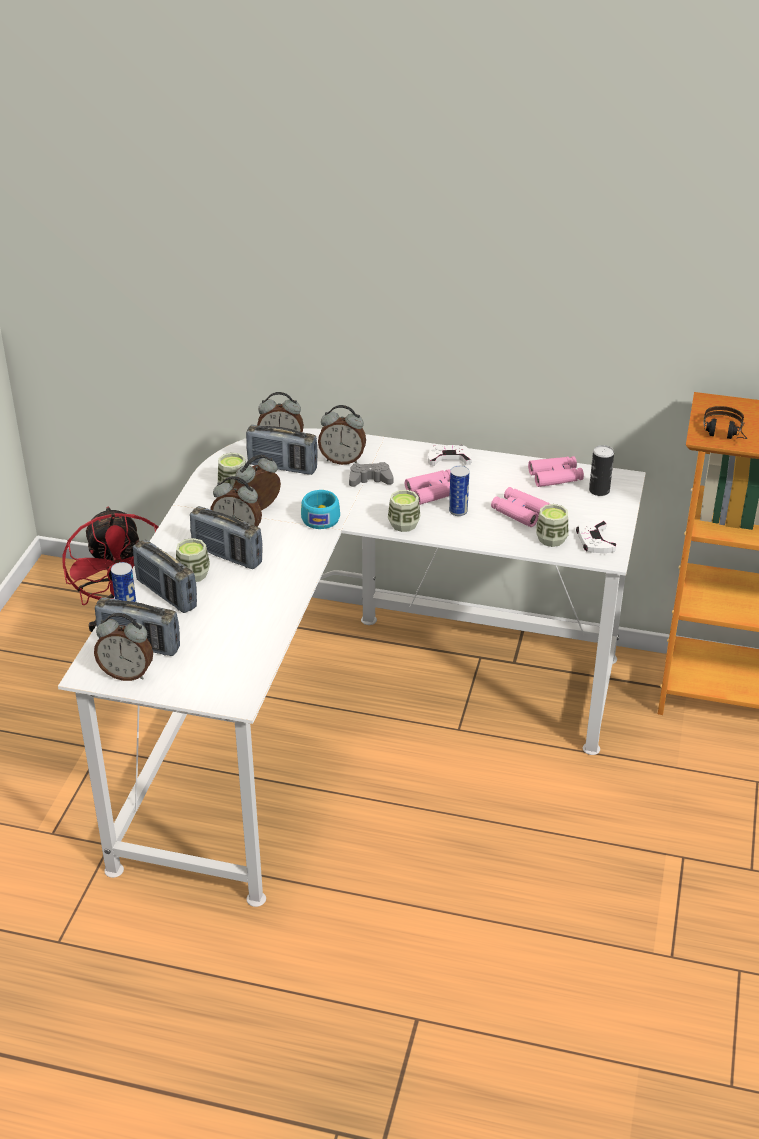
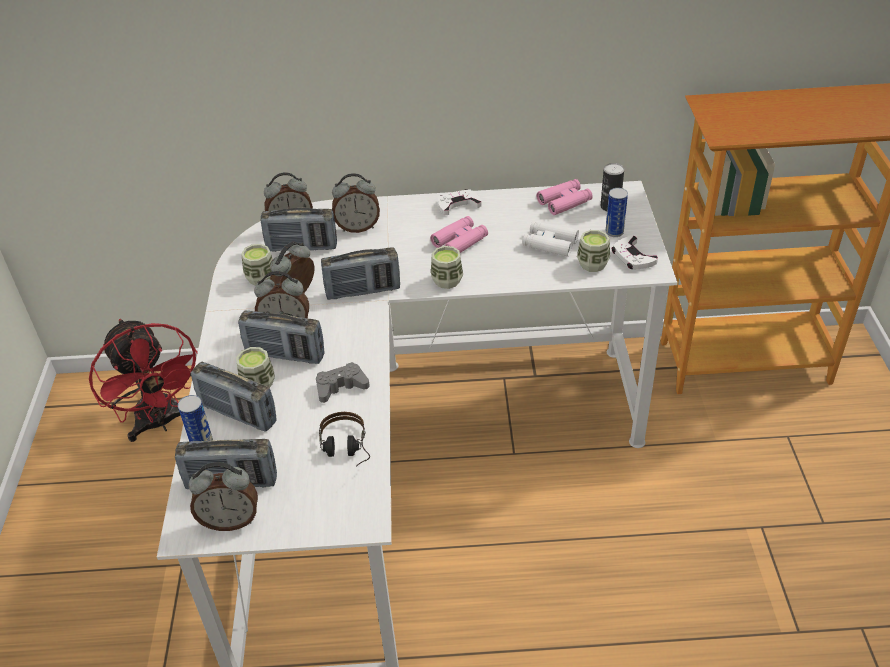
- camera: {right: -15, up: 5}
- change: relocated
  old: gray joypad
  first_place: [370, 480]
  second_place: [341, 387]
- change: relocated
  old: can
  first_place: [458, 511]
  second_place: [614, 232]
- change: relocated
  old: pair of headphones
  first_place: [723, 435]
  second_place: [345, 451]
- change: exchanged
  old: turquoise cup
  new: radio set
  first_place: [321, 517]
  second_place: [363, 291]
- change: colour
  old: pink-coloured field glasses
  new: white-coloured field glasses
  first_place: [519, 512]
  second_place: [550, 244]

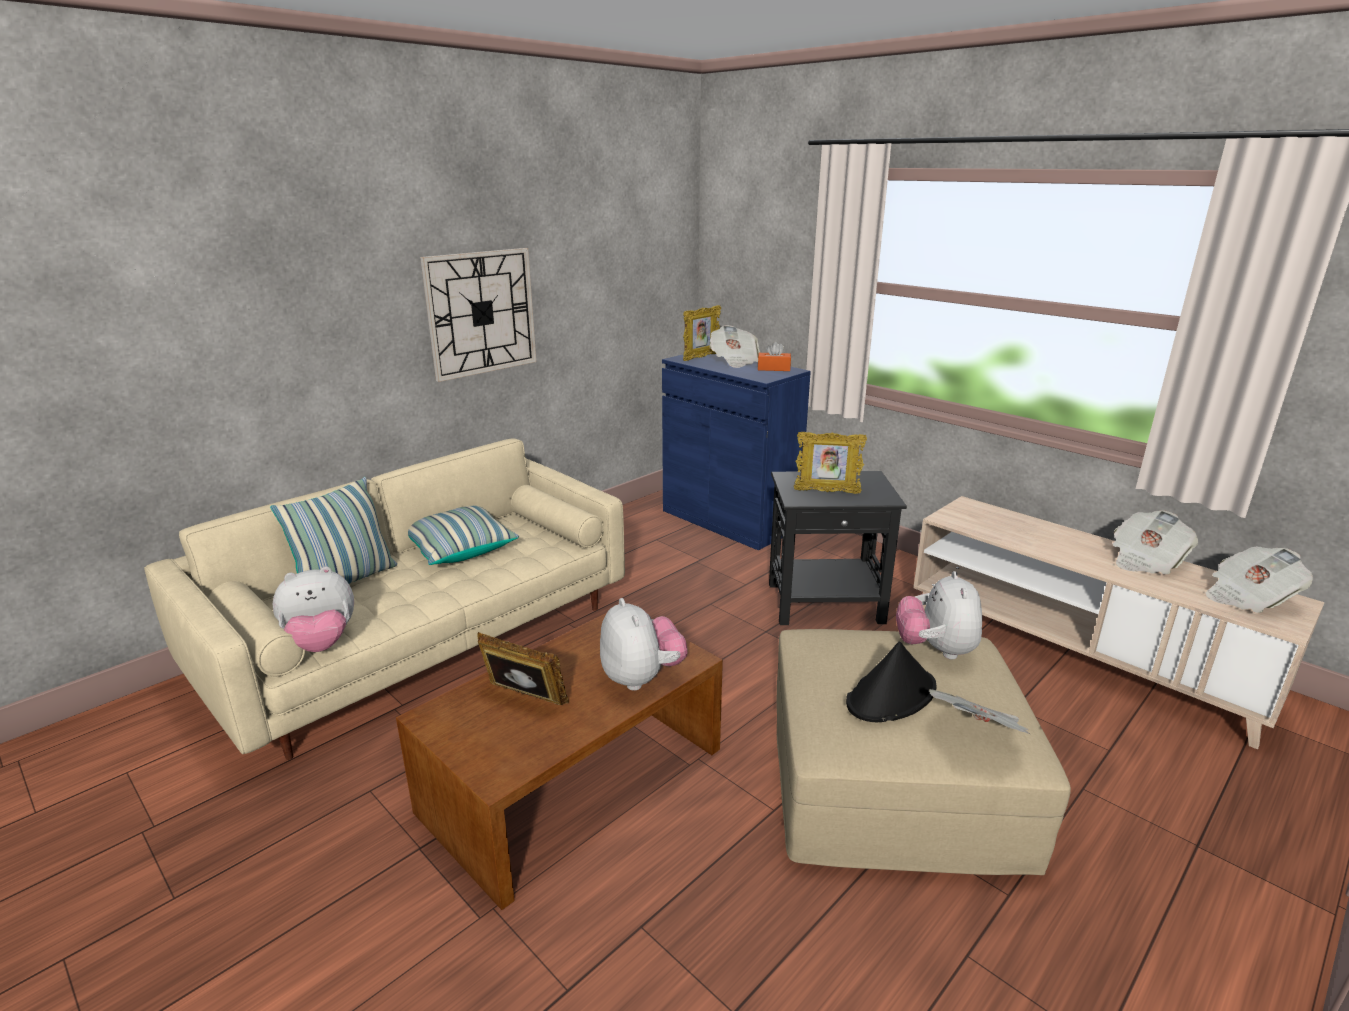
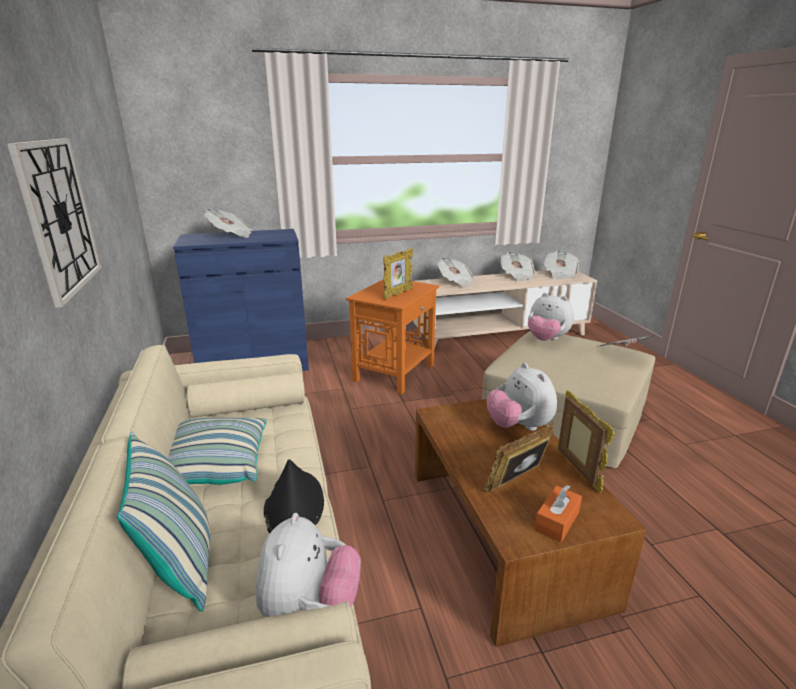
- camera: {right: -60, up: 0}
- change: appeared
  new: newspaper
  second_place: [455, 282]
- change: relocated
  old: picture frame
  first_place: [701, 357]
  second_place: [576, 470]
- change: relocated
  old: orange box of tissues
  first_place: [773, 368]
  second_place: [557, 521]
- change: relocated
  old: black-coloured clothing hat
  first_place: [891, 695]
  second_place: [294, 506]
- change: colour
  old: black-coloured side table
  new: orange side table
  first_place: [826, 603]
  second_place: [395, 372]
- change: spun
  old: plush toy
  first_place: [642, 678]
  second_place: [519, 426]
  degrees: -120

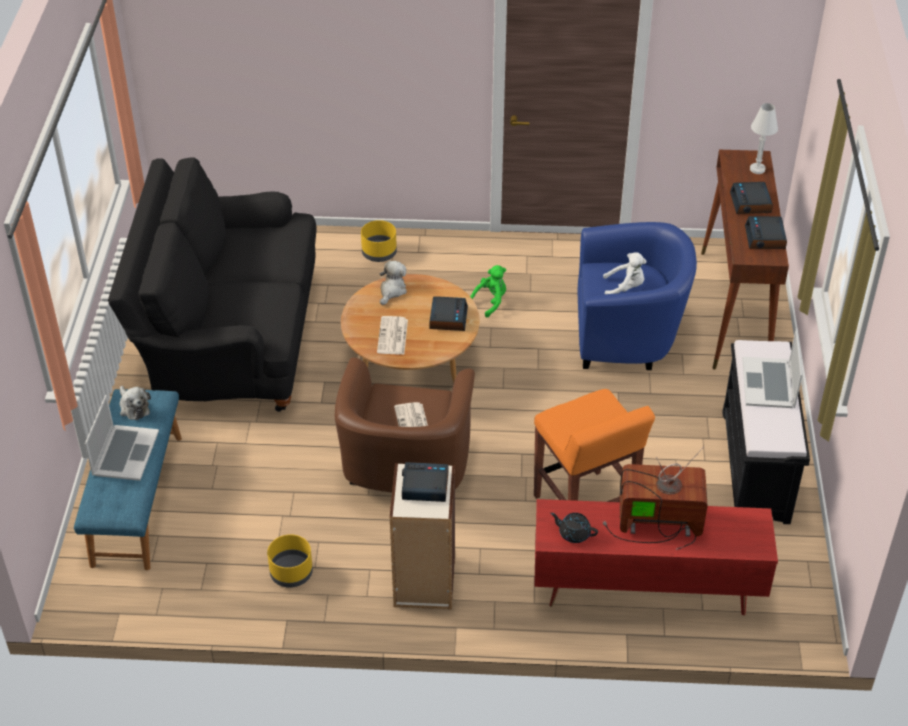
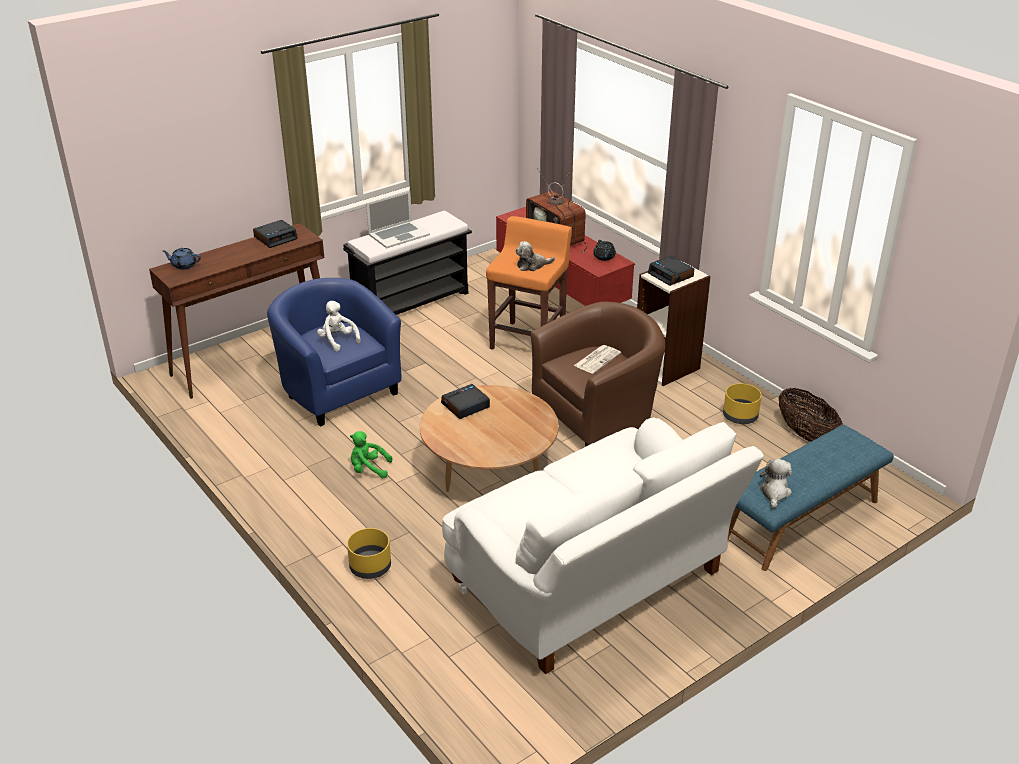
- camera: {right: -130, up: -10}
- change: missing
  old: notebook computer
  first_place: [125, 453]
- change: missing
  old: newspaper
  first_place: [393, 336]
- change: missing
  old: table clock
  first_place: [751, 203]
- change: appeared
  new: basket
  second_place: [806, 435]
- change: relocated
  old: plush toy
  first_place: [392, 290]
  second_place: [532, 265]
- change: exchanged
  old: white-coloured table lamp
  new: bluish teapot
  first_place: [757, 169]
  second_place: [183, 265]
- change: colour
  old: black-coloured sofa
  new: white-coloured sofa
  first_place: [230, 341]
  second_place: [593, 585]

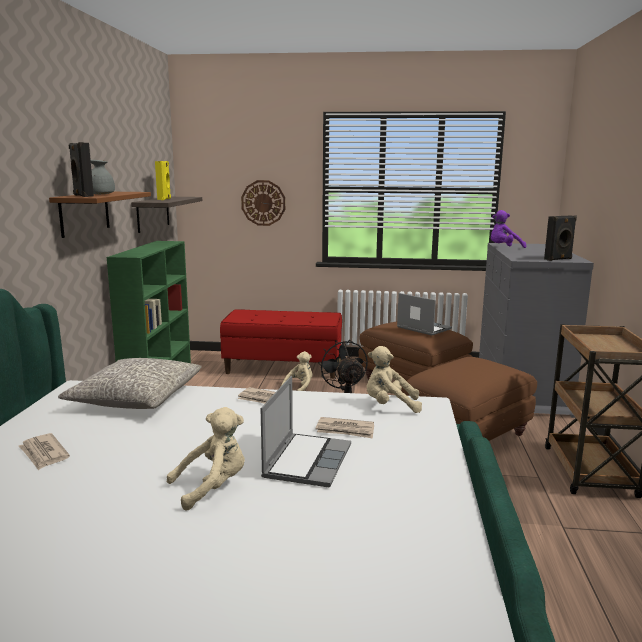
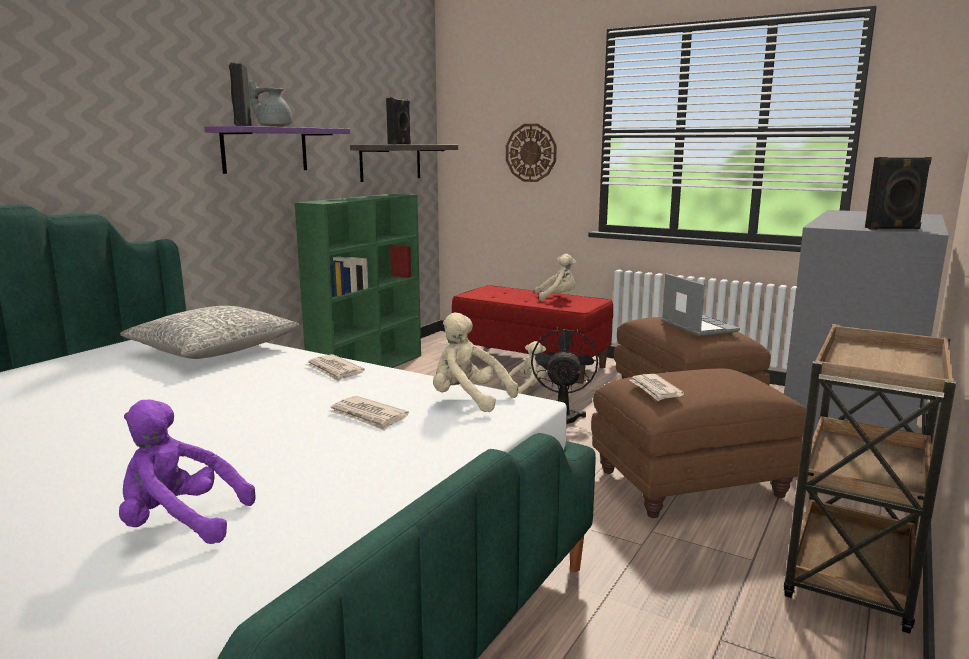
- camera: {right: 25, up: 0}
- change: missing
  old: notebook computer
  first_place: [307, 461]
- change: relocated
  old: newspaper
  first_place: [43, 454]
  second_place: [655, 389]
- change: relocated
  old: beige plush toy
  first_place: [213, 487]
  second_place: [557, 297]
- change: relocated
  old: purple plush toy
  first_place: [504, 248]
  second_place: [180, 523]
- change: colour
  old: brown-coloured shelf
  new: purple shelf
  first_place: [85, 213]
  second_place: [265, 150]
- change: colour
  old: yellow loudspeaker
  new: black-coloured loudspeaker
  first_place: [164, 199]
  second_place: [400, 144]

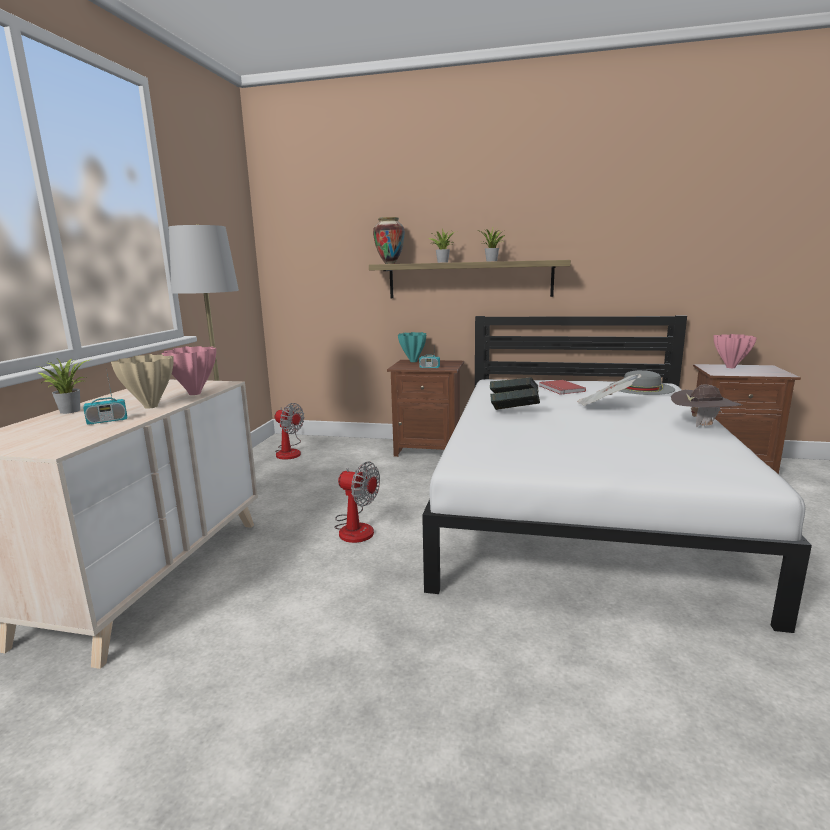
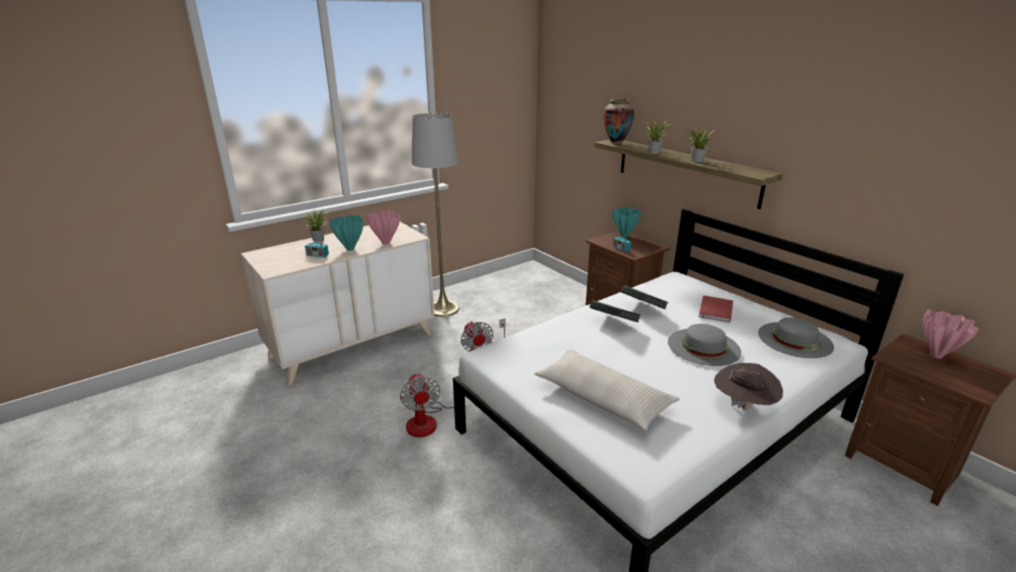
- camera: {right: 40, up: 10}
- change: appeared
  new: beige pillow
  second_place: [603, 398]
- change: relocated
  old: cooling fan
  first_place: [289, 452]
  second_place: [429, 420]
- change: exchanged
  old: newspaper
  new: gray clothing hat
  first_place: [605, 405]
  second_place: [703, 346]
- change: colour
  old: beige decorative vase
  new: turquoise decorative vase
  first_place: [150, 407]
  second_place: [350, 249]

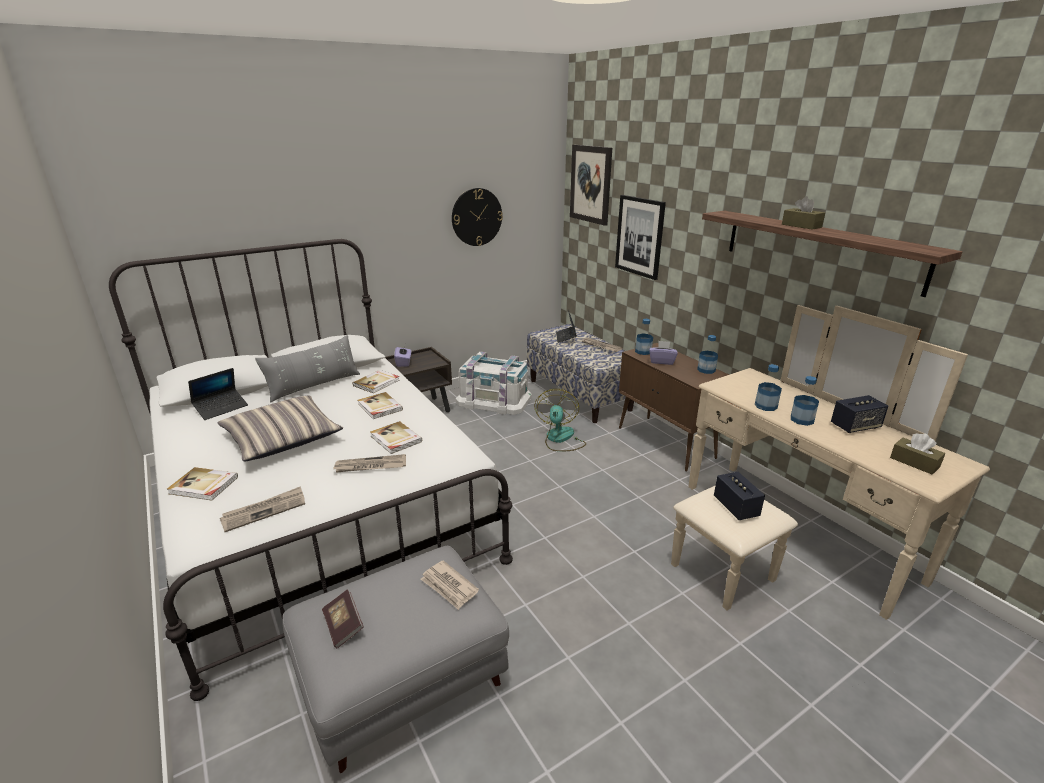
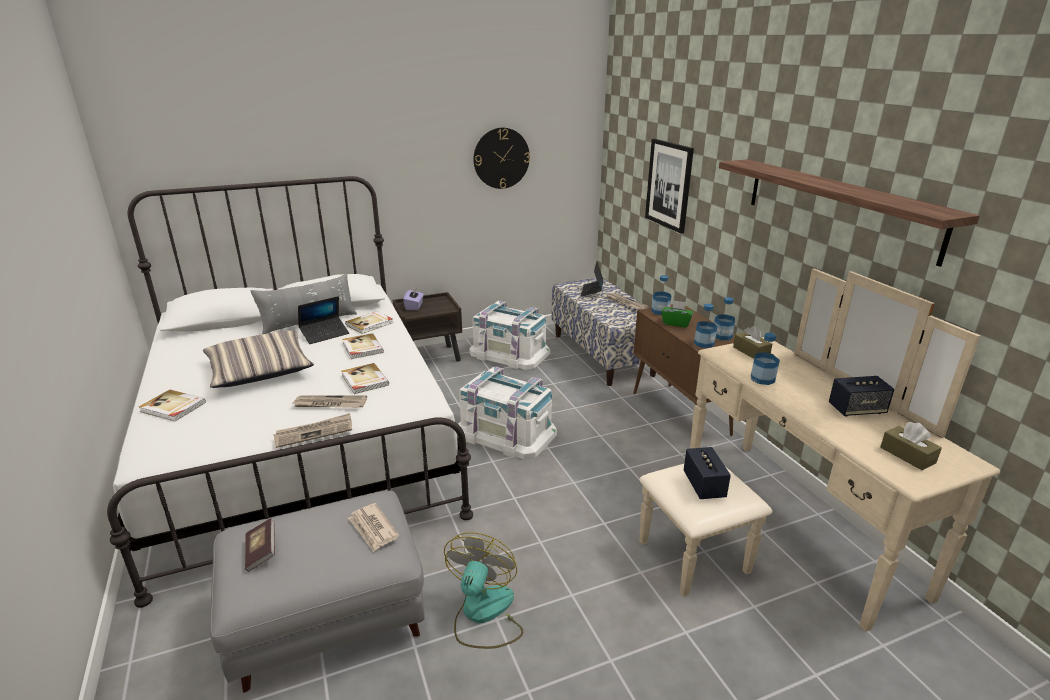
- camera: {right: 10, up: 0}
- change: missing
  old: wall art
  first_place: [591, 184]
- change: appeared
  new: white-coloured storage bin
  second_place: [506, 432]
- change: relocated
  old: notebook computer
  first_place: [221, 408]
  second_place: [325, 334]
- change: relocated
  old: newspaper
  first_place: [264, 510]
  second_place: [314, 432]
- change: relocated
  old: cooling fan
  first_place: [560, 439]
  second_place: [483, 614]
- change: relocated
  old: brown-coloured box of tissues
  first_place: [801, 226]
  second_place: [751, 352]
- change: relocated
  old: drink bottle
  first_place: [802, 420]
  second_place: [704, 343]
- change: colour
  old: purple box of tissues
  new: green-coloured box of tissues
  first_place: [661, 361]
  second_place: [676, 323]

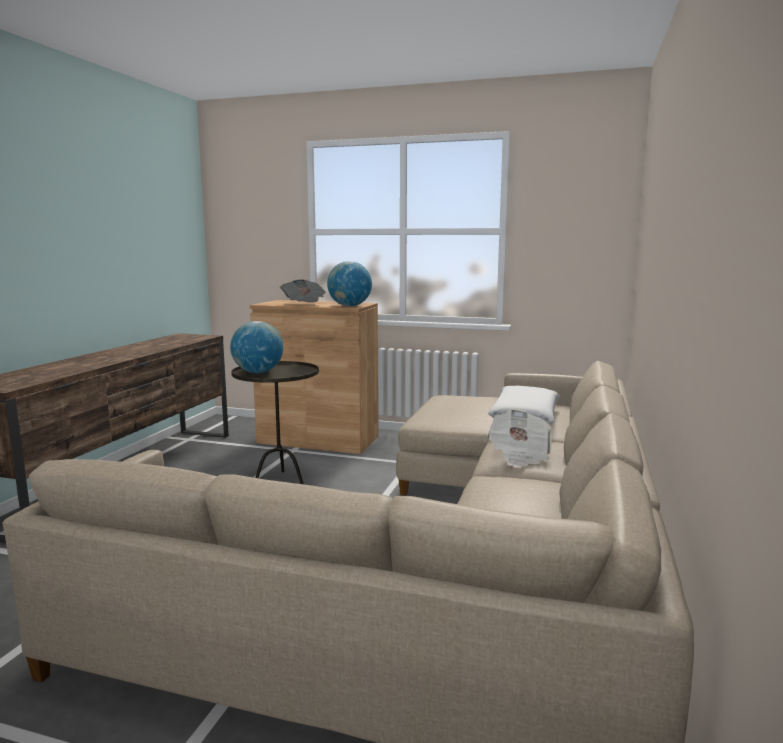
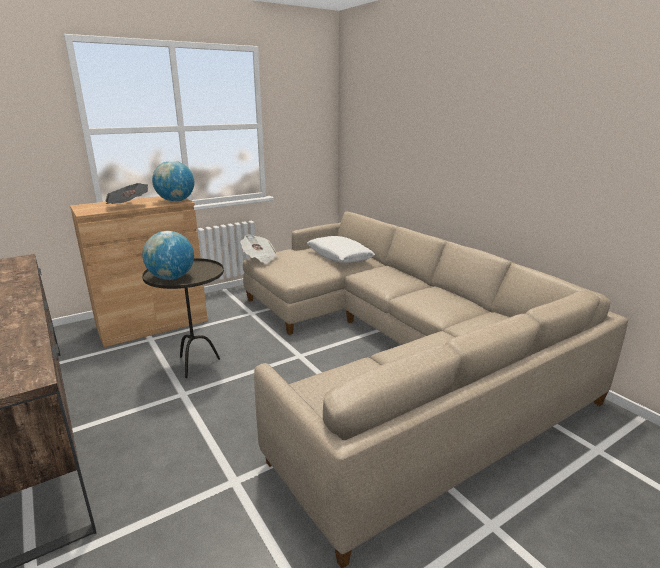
- camera: {right: -50, up: 10}
- change: relocated
  old: newspaper
  first_place: [519, 455]
  second_place: [259, 258]

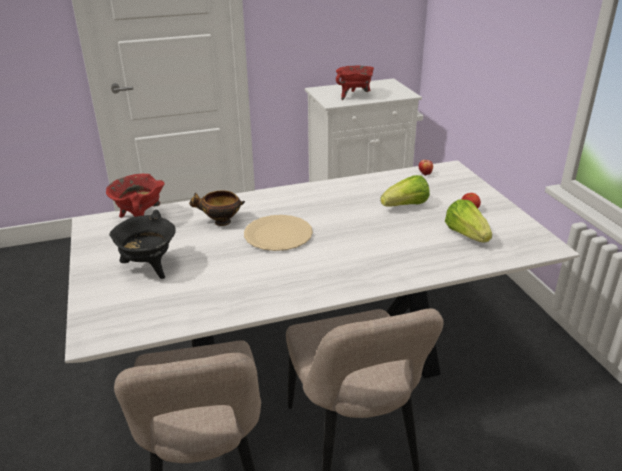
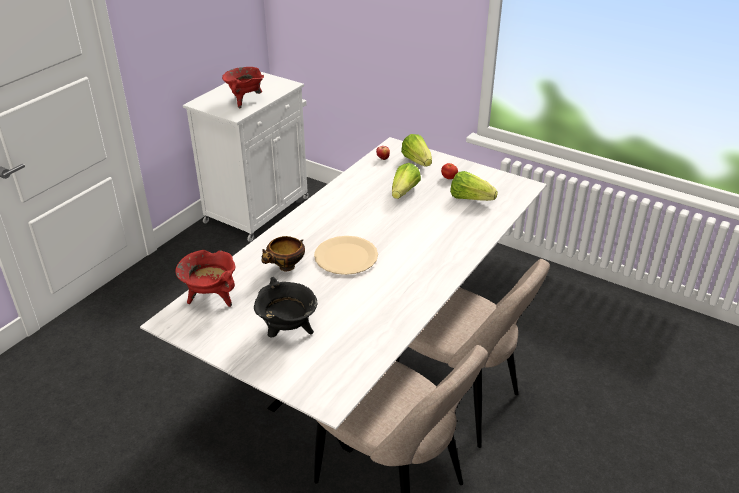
- camera: {right: -40, up: 5}
- change: appeared
  new: lettuce
  second_place: [417, 161]

